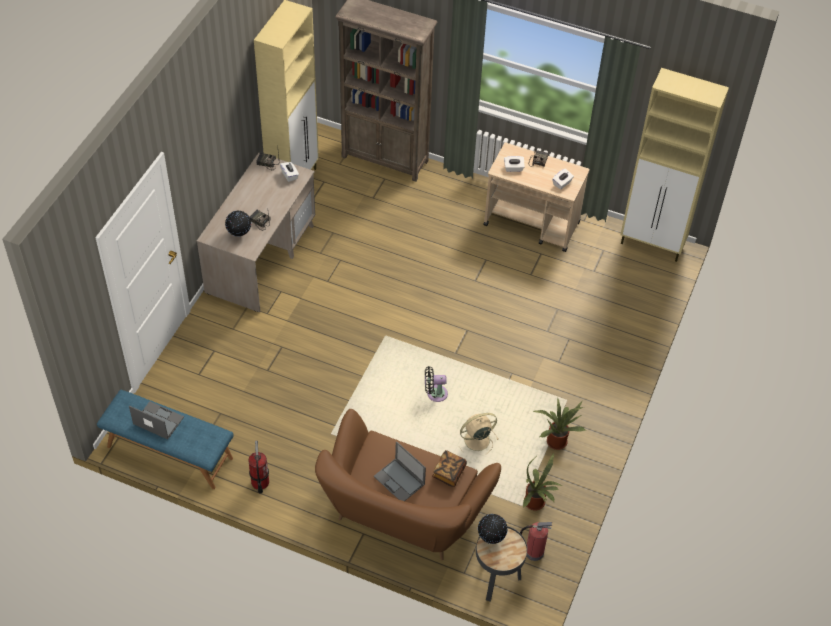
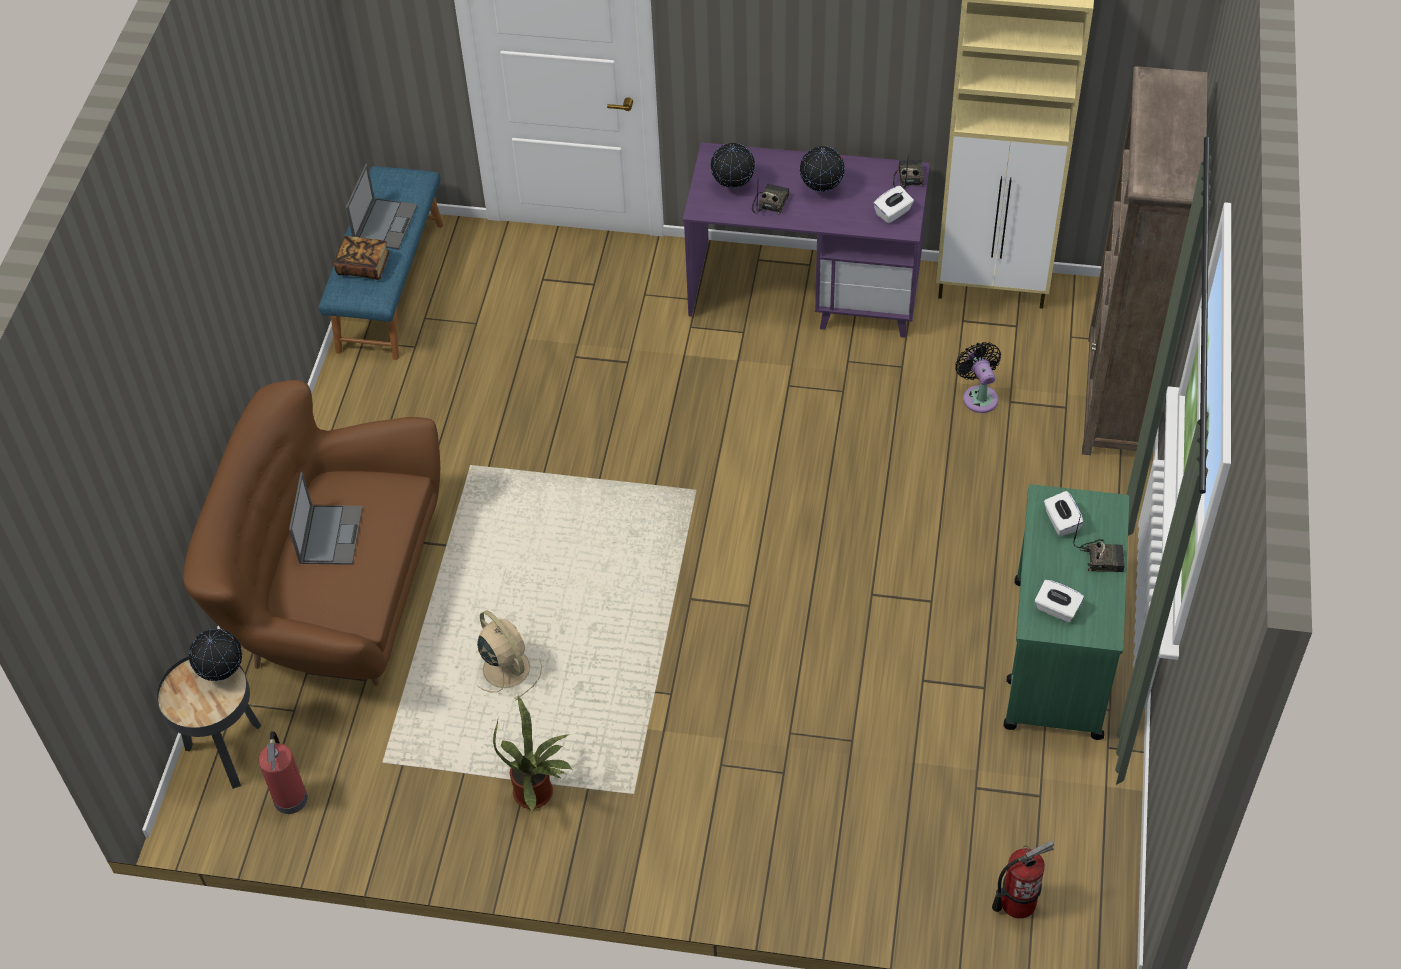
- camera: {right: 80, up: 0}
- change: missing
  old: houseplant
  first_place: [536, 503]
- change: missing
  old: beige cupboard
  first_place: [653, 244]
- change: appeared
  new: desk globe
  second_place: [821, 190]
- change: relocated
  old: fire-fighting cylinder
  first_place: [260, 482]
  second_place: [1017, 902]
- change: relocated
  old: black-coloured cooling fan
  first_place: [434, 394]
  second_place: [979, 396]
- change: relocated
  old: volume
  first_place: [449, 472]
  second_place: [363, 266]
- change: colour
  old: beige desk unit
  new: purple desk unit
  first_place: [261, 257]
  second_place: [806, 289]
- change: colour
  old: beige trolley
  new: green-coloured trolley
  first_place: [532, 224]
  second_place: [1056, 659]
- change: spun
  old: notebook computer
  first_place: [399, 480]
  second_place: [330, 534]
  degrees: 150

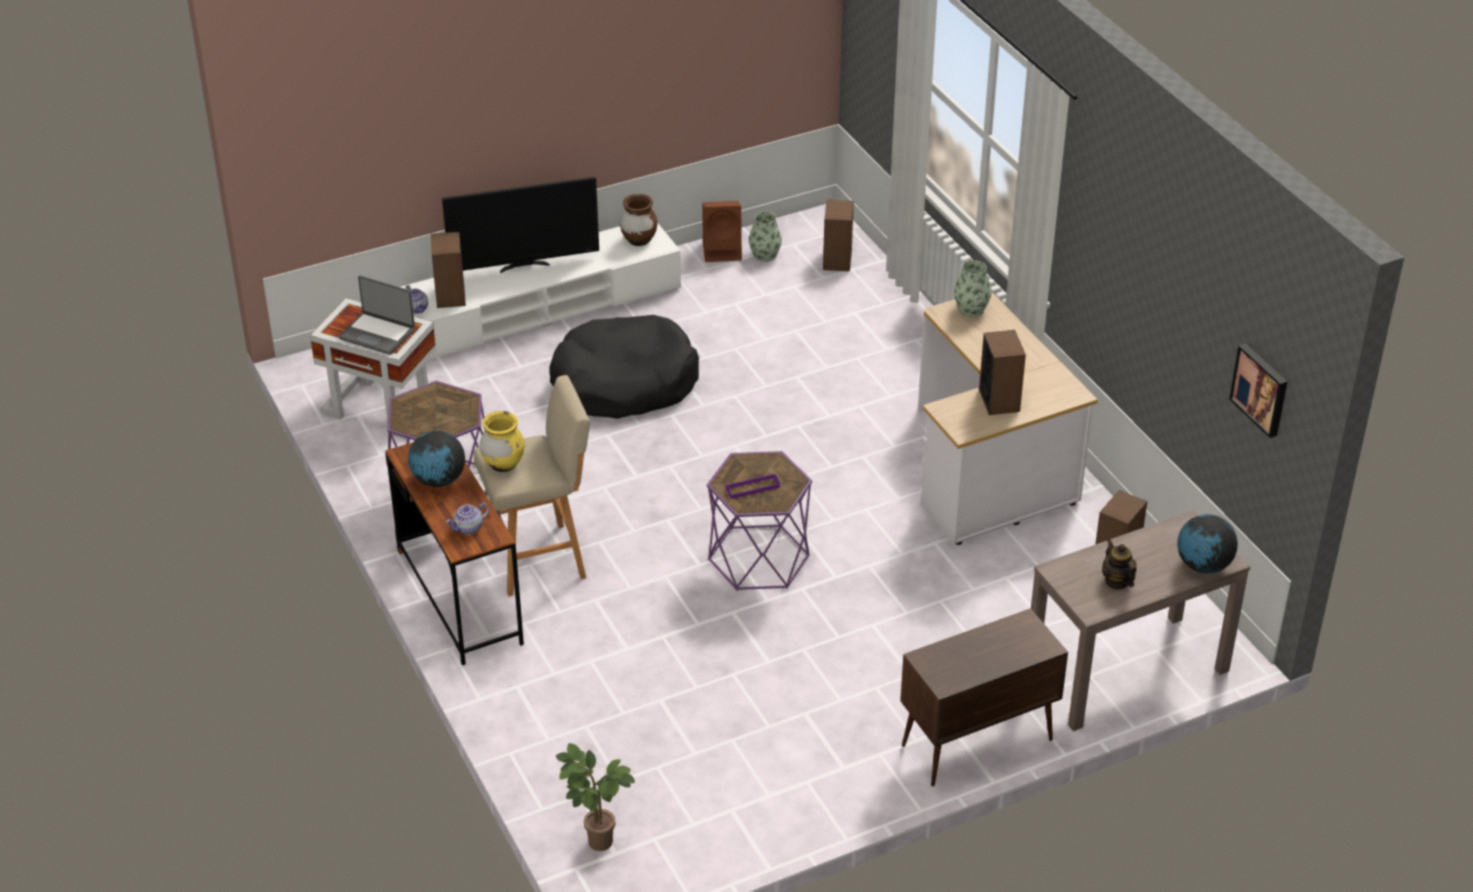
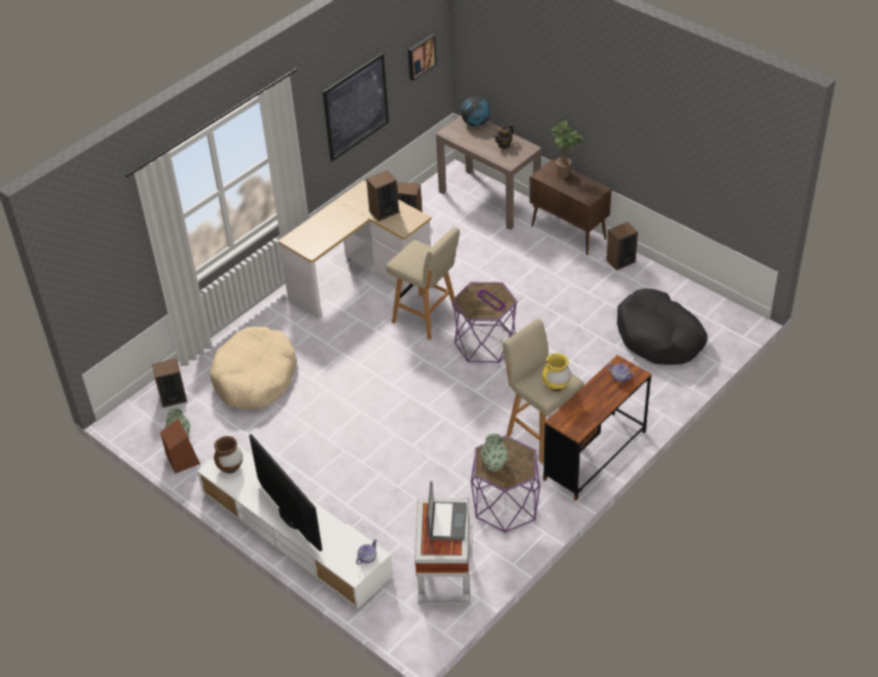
- camera: {right: -110, up: 5}
- change: missing
  old: desk globe
  first_place: [438, 480]
- change: appeared
  new: beige dog cushion
  second_place: [255, 378]
- change: appeared
  new: wall art
  second_place: [356, 107]
- change: appeared
  new: beige stool
  second_place: [427, 317]
- change: relocated
  old: loudspeaker
  first_place: [451, 296]
  second_place: [620, 261]
- change: relocated
  old: black-coloured dog cushion
  first_place: [624, 383]
  second_place: [659, 337]
- change: relocated
  old: houseplant
  first_place: [596, 843]
  second_place: [565, 175]
- change: relocated
  old: decorative vase
  first_place: [971, 309]
  second_place: [494, 464]

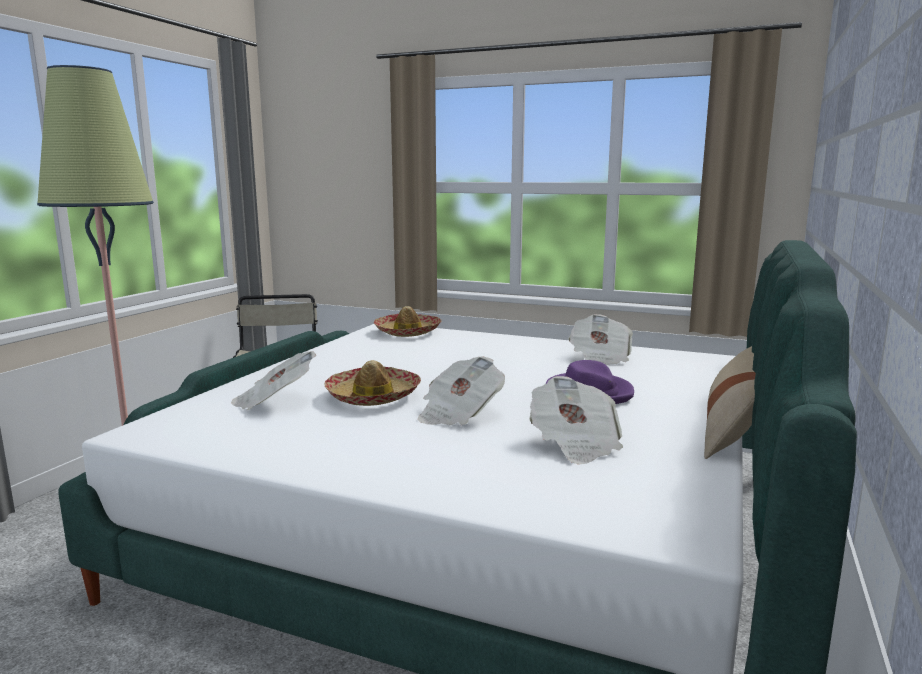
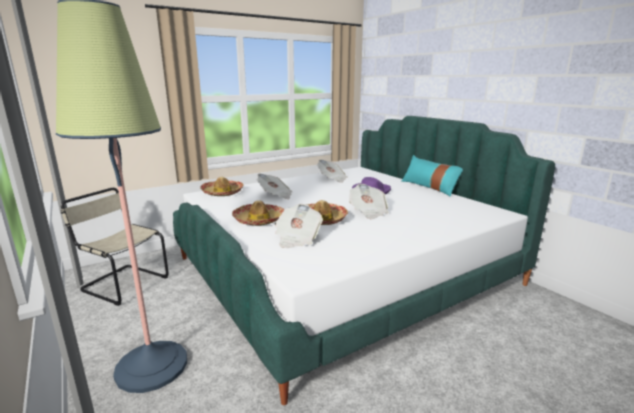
- camera: {right: -55, up: 5}
- change: appeared
  new: clothing hat
  second_place: [259, 220]
- change: relocated
  old: newspaper
  first_place: [574, 444]
  second_place: [275, 195]
- change: colour
  old: beige pillow
  new: turquoise pillow
  first_place: [731, 429]
  second_place: [429, 187]

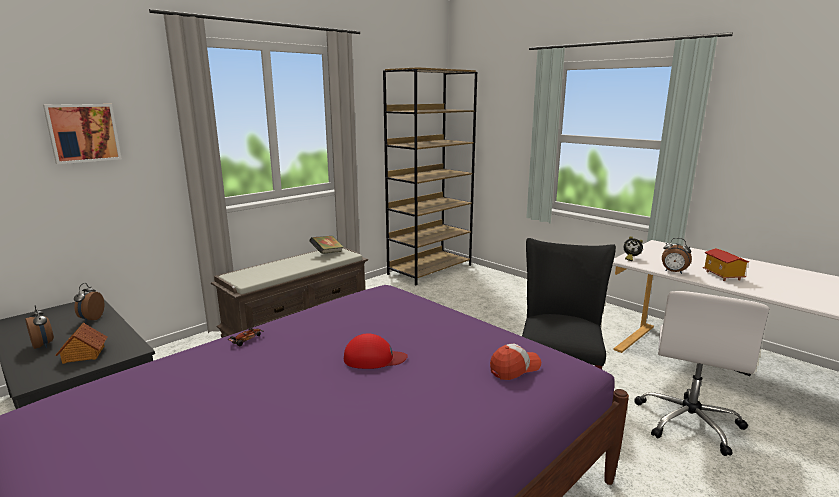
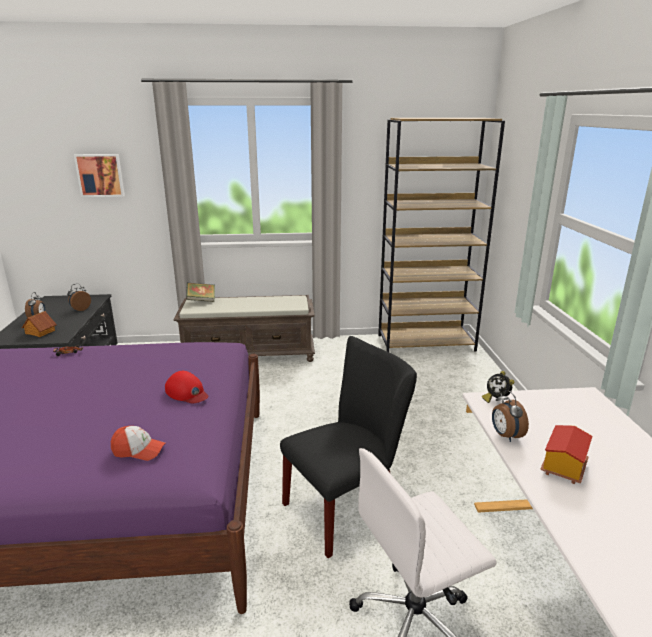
- camera: {right: 40, up: 5}
- change: relocated
  old: volume
  first_place: [327, 253]
  second_place: [201, 300]
- change: relocated
  old: red peaked cap
  first_place: [374, 358]
  second_place: [187, 392]

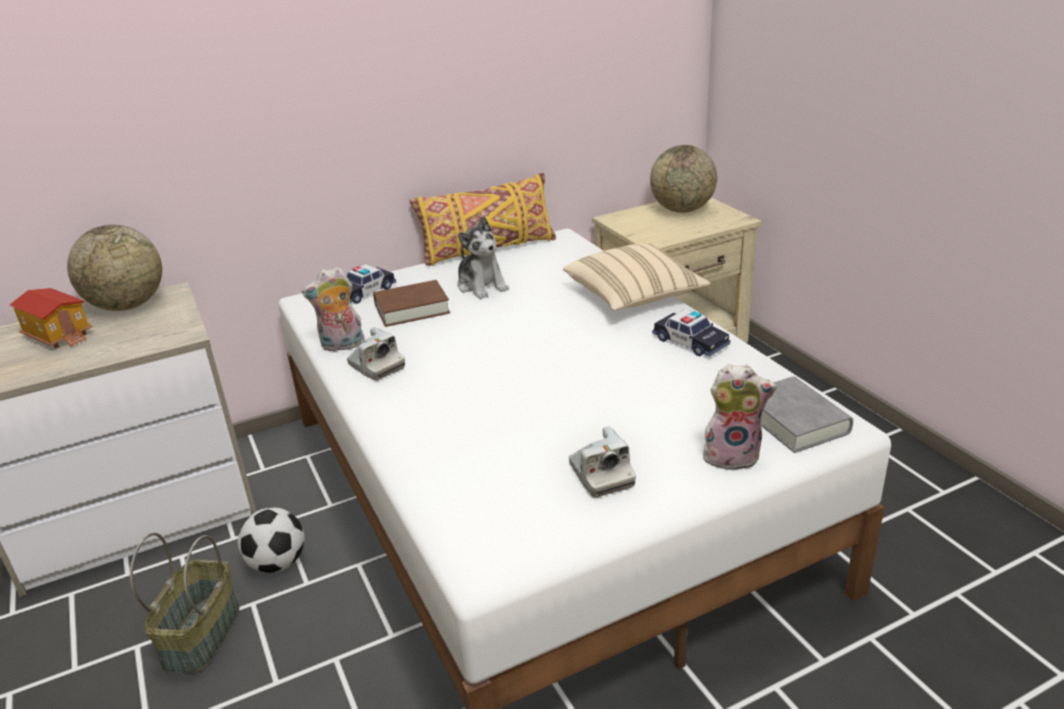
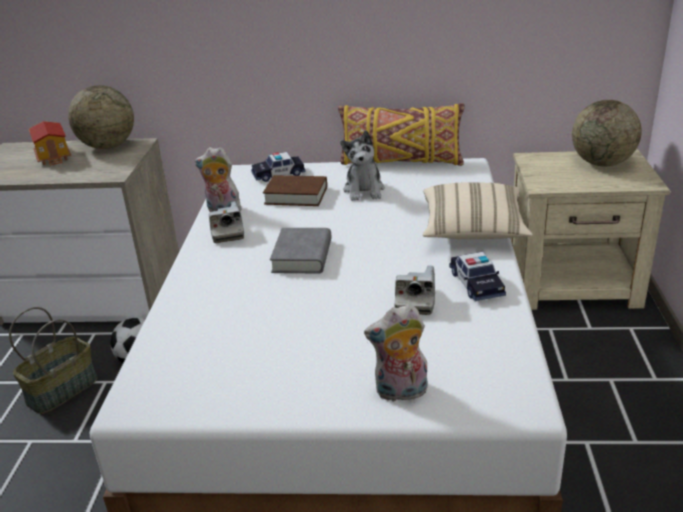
- camera: {right: 30, up: 0}
- change: relocated
  old: photo camera
  first_place: [601, 475]
  second_place: [415, 301]
- change: relocated
  old: gray volume
  first_place: [794, 421]
  second_place: [302, 256]
- change: spun
  old: plush toy
  first_place: [732, 455]
  second_place: [400, 393]
  degrees: 135

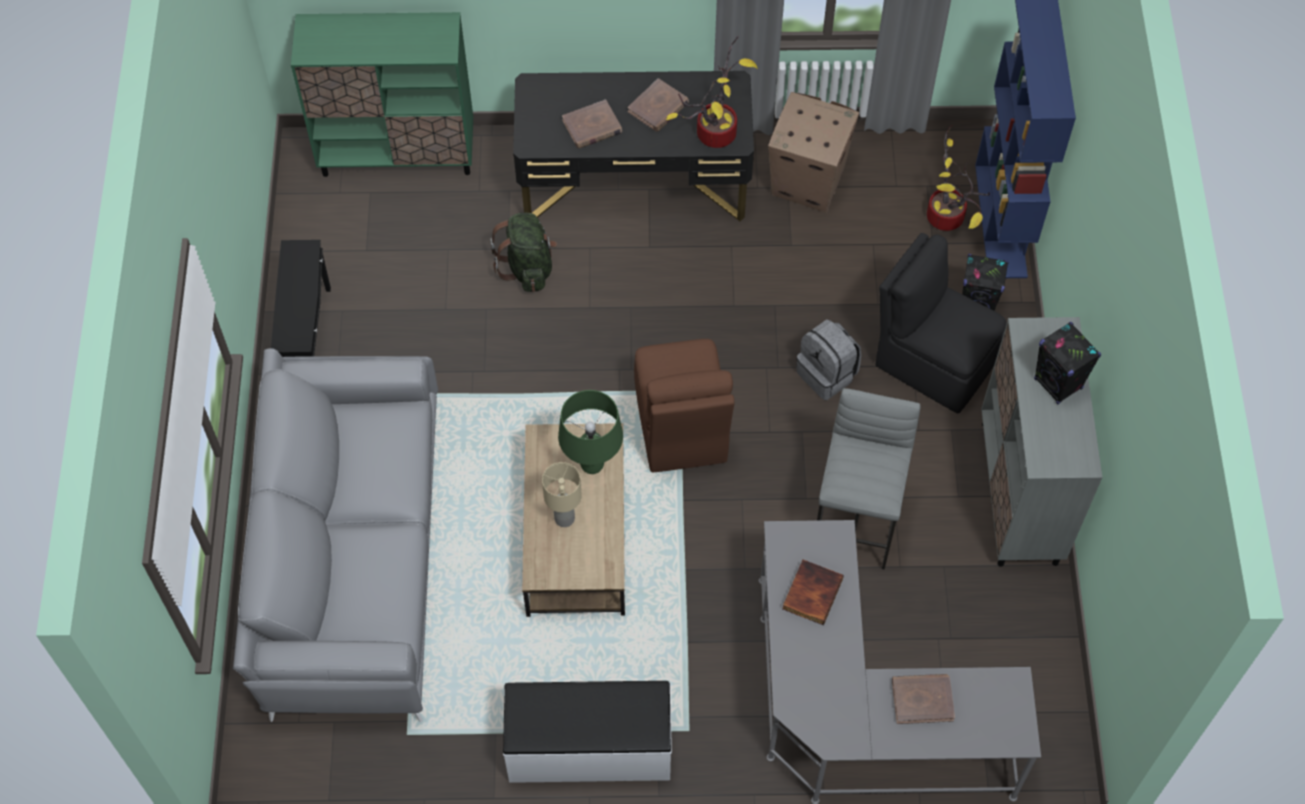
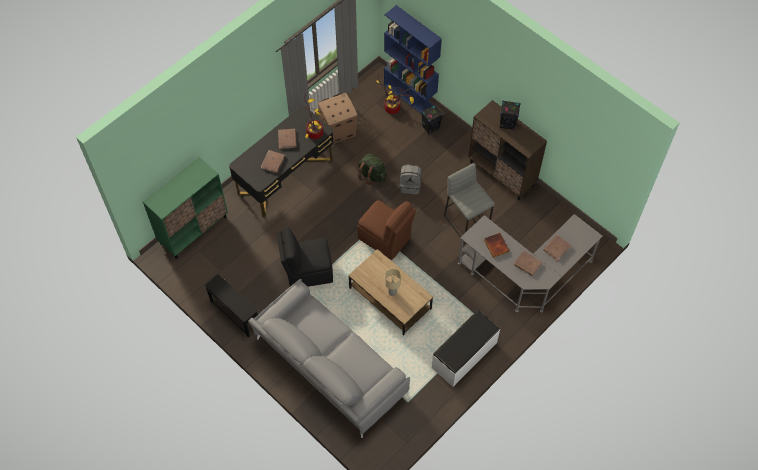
- camera: {right: -45, up: 0}
- change: missing
  old: green-coloured table lamp
  first_place: [592, 466]
- change: appeared
  new: brown-coloured volume
  second_place: [527, 264]
- change: relocated
  old: green-coloured backpack
  first_place: [528, 267]
  second_place: [372, 175]
- change: relocated
  old: black-coloured chair
  first_place: [933, 361]
  second_place: [307, 271]
- change: colour
  old: gray cupboard
  new: brown-coloured cupboard
  first_place: [1019, 493]
  second_place: [502, 174]

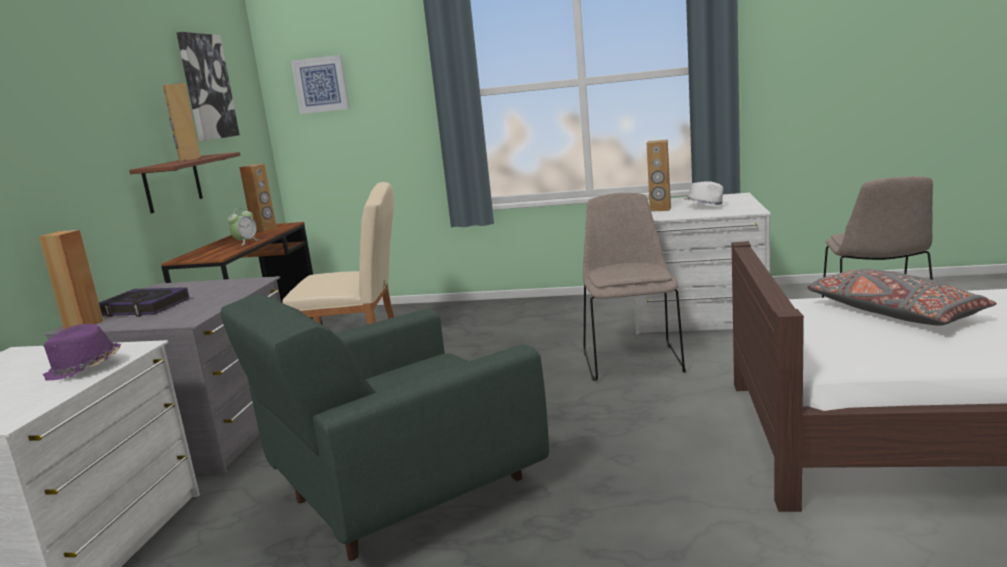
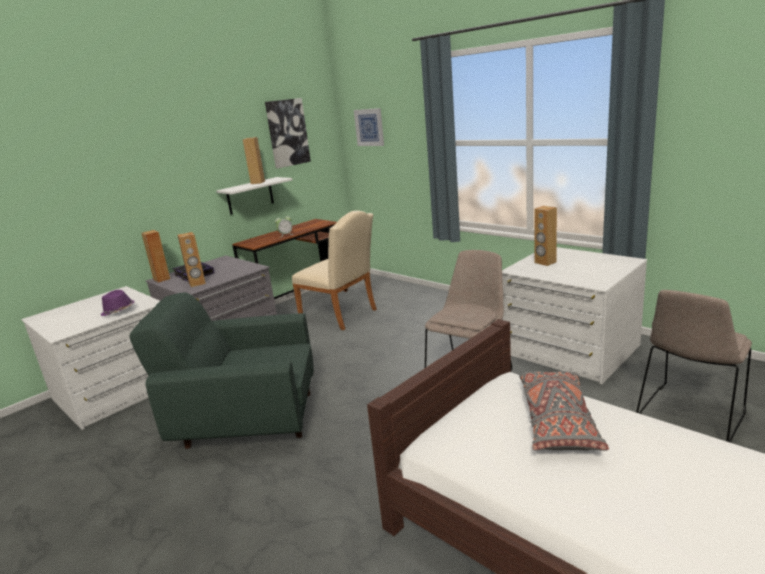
- camera: {right: 35, up: 5}
- change: missing
  old: white-coloured clothing hat
  first_place: [705, 206]
- change: relocated
  old: brown-coloured loudspeaker
  first_place: [264, 229]
  second_place: [197, 284]
- change: colour
  old: brown-coloured shelf
  new: white-coloured shelf
  first_place: [172, 184]
  second_place: [250, 196]

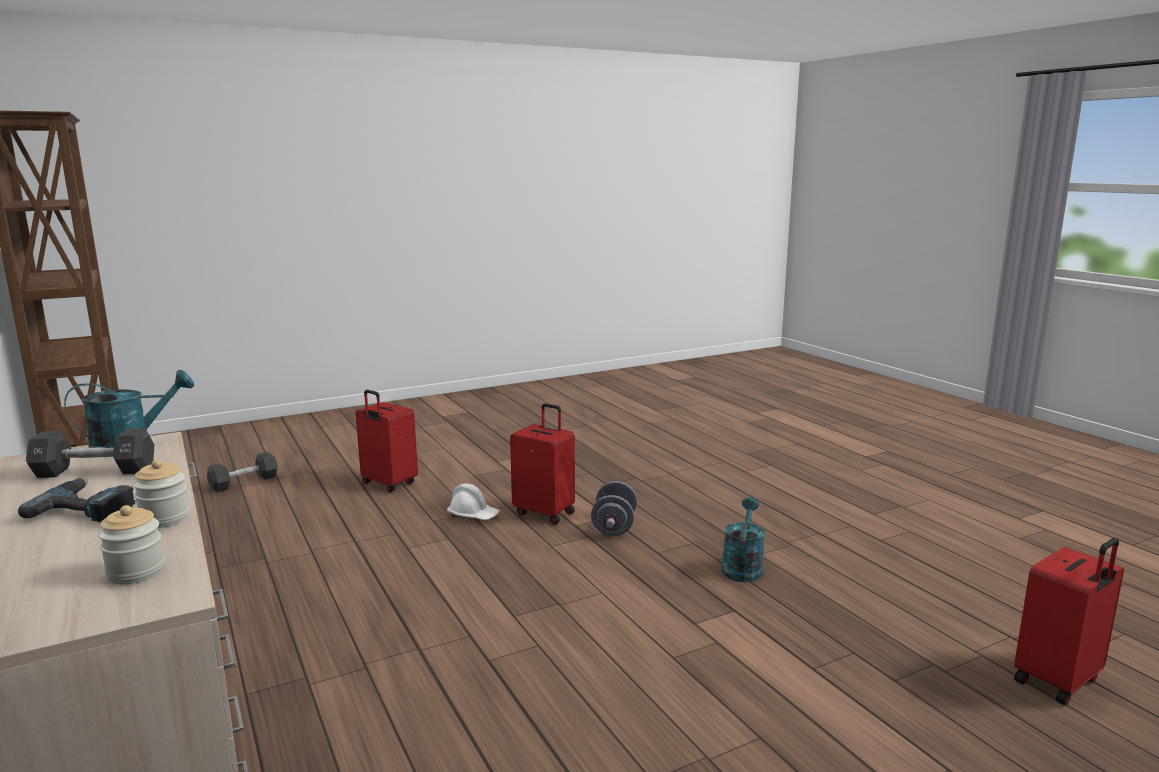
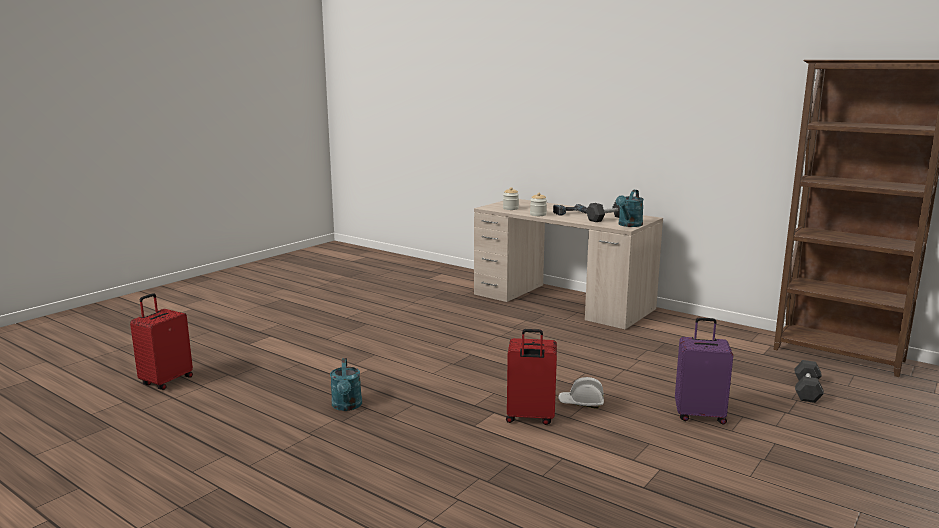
- camera: {right: 155, up: 0}
- change: missing
  old: gray hand weight
  first_place: [614, 527]
- change: colour
  old: red suitcase
  new: purple suitcase
  first_place: [388, 484]
  second_place: [699, 415]

